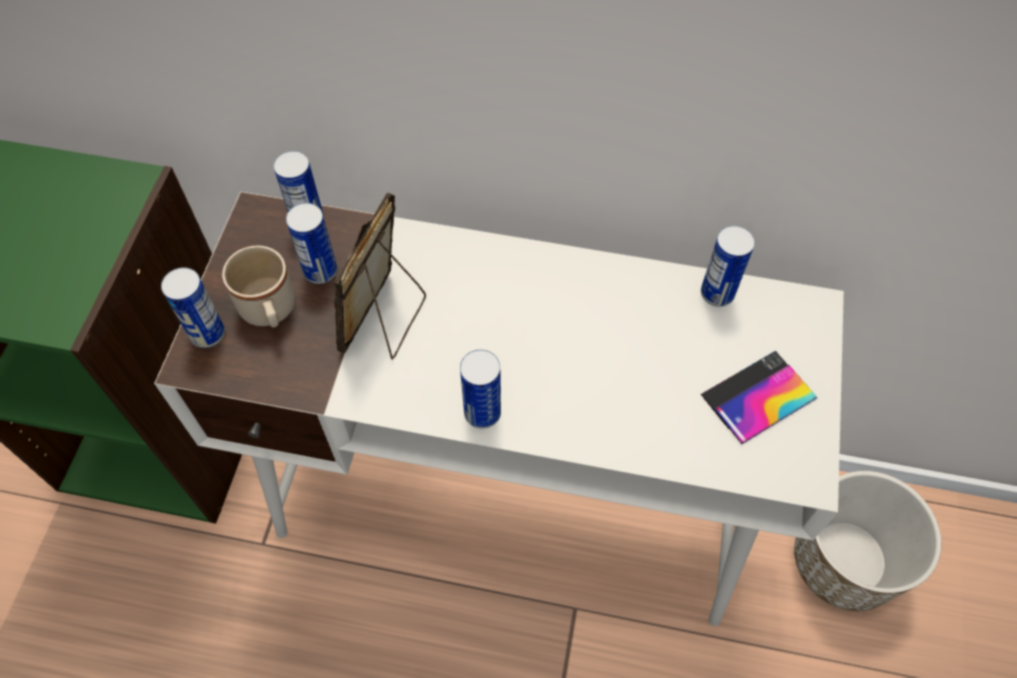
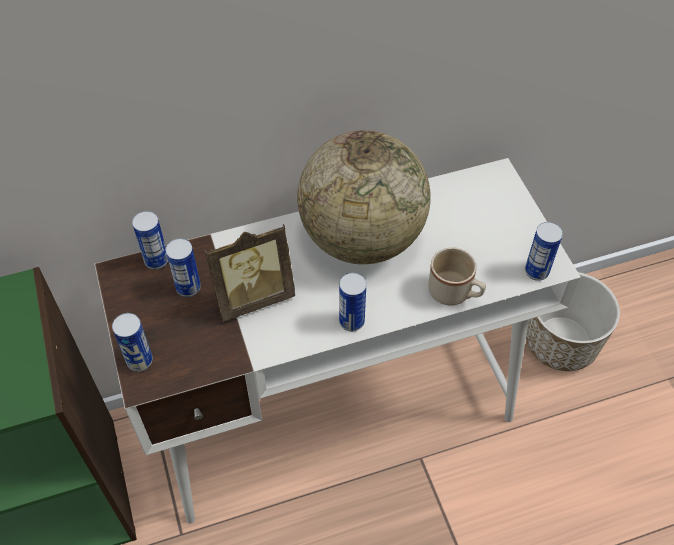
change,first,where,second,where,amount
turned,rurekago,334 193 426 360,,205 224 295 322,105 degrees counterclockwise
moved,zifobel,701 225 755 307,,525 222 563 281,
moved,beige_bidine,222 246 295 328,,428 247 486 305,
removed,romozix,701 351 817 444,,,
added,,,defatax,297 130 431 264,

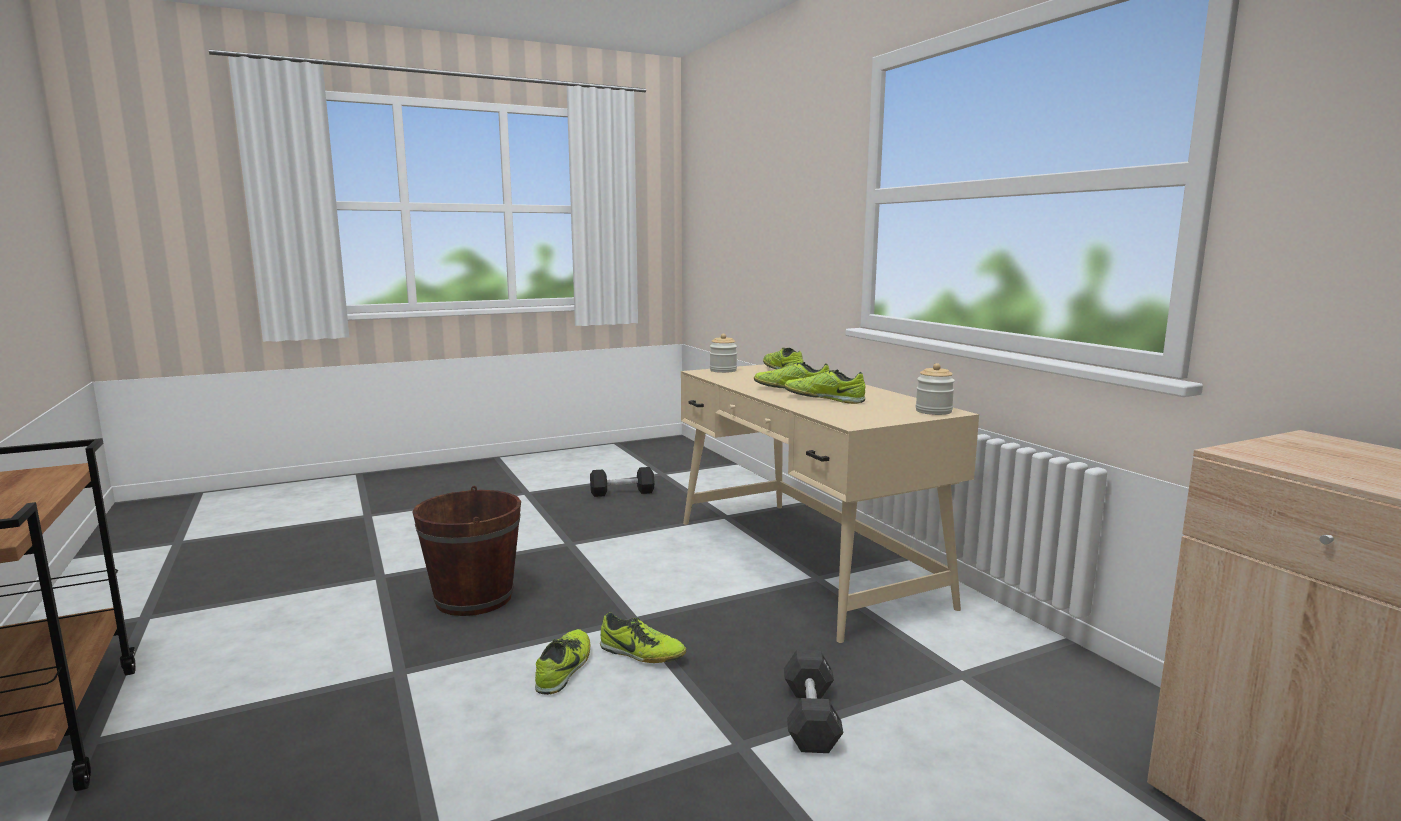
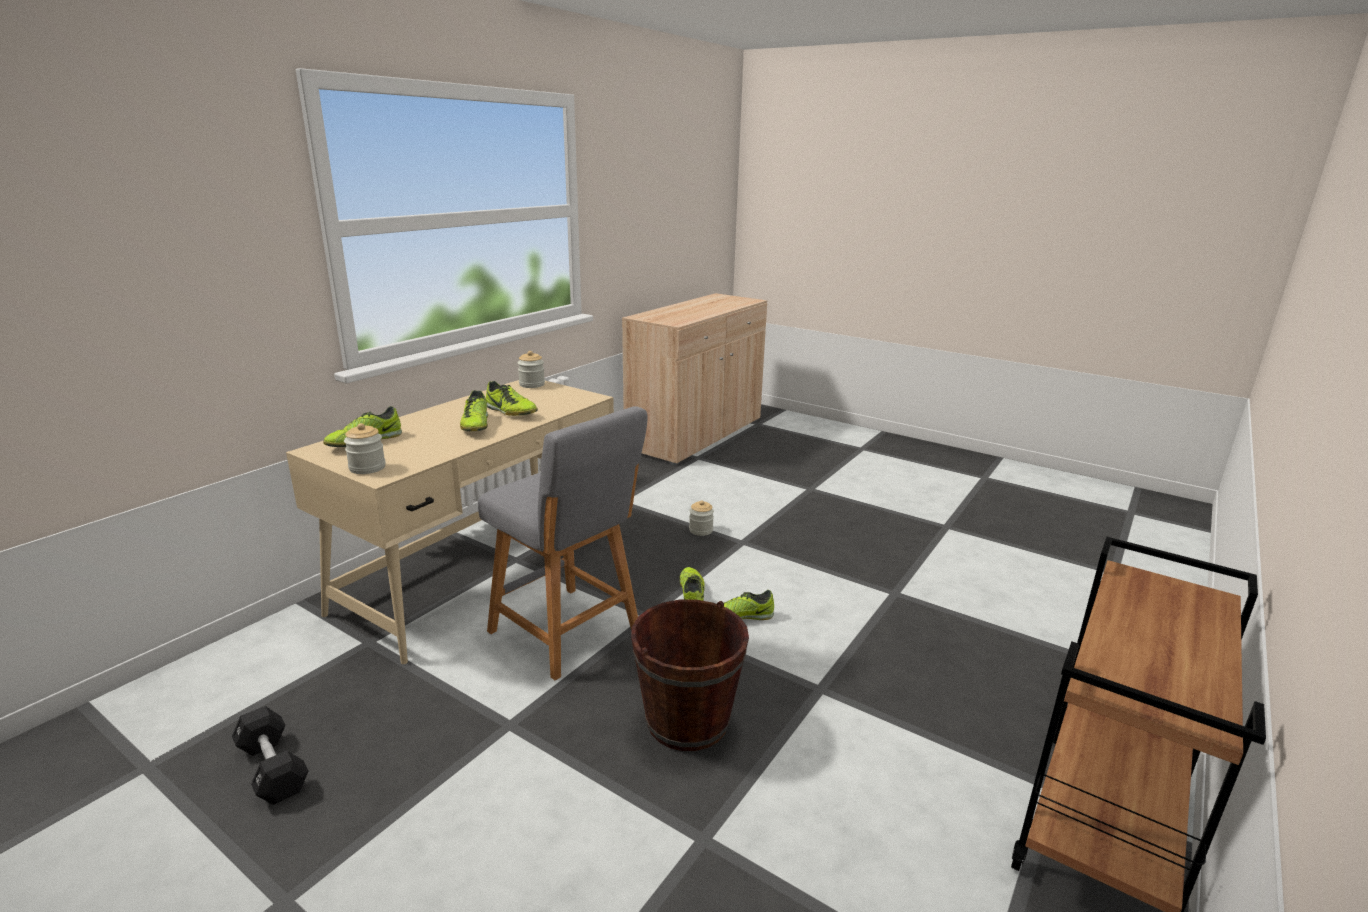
change,first,where,second,where,amount
turned,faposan,784 370 865 404,,486 381 538 416,45 degrees counterclockwise
replaced,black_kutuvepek,784 650 843 753,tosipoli,689 500 714 536,
added,,,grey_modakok,478 406 648 681,

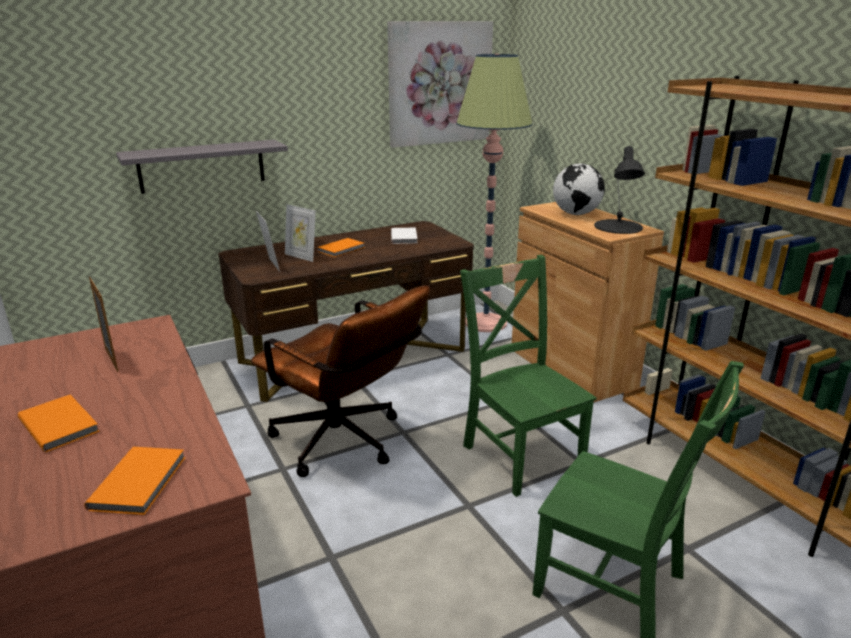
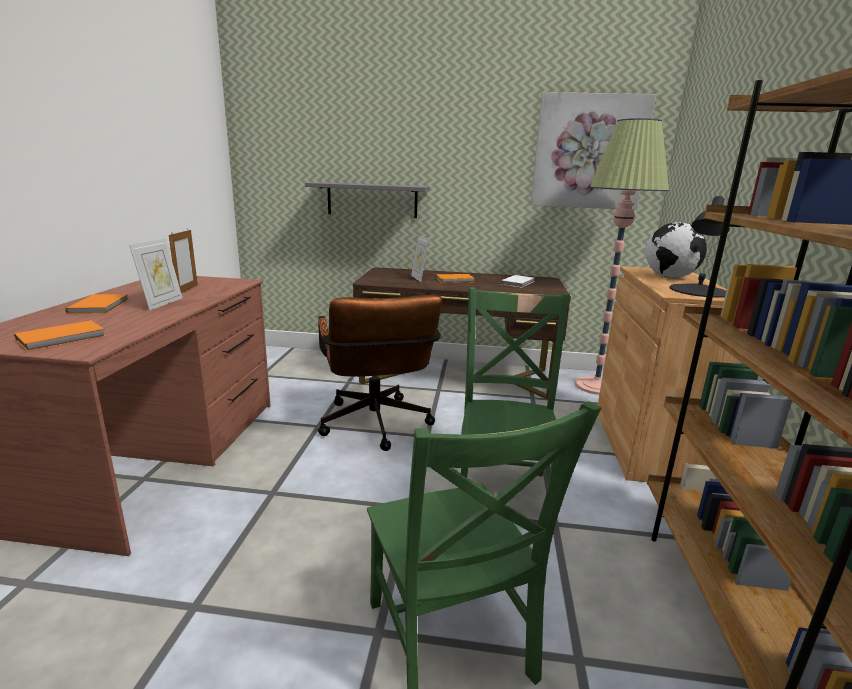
change,first,where,second,where,amount
moved,rurekago,256 211 280 272,,129 238 182 310,

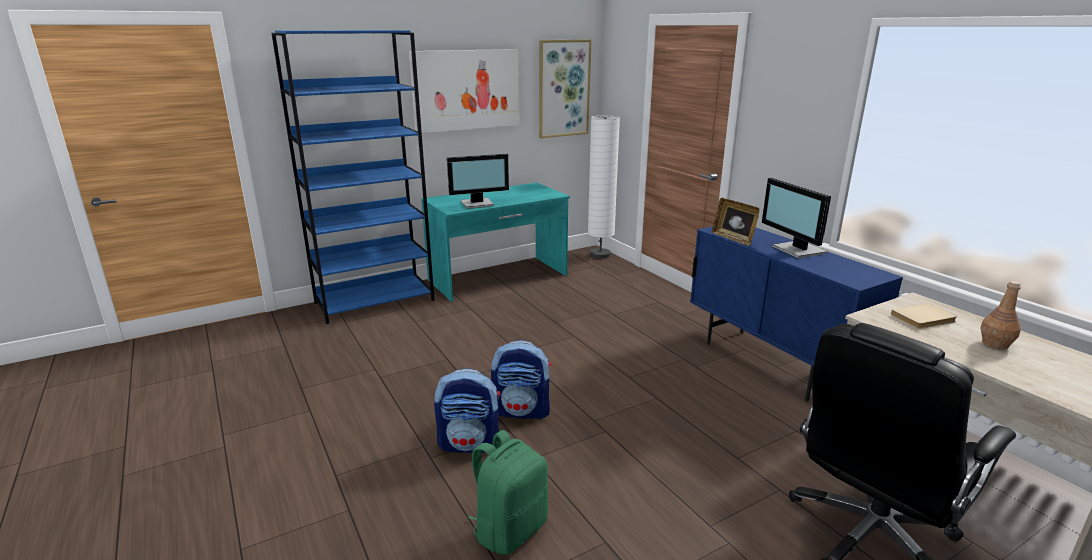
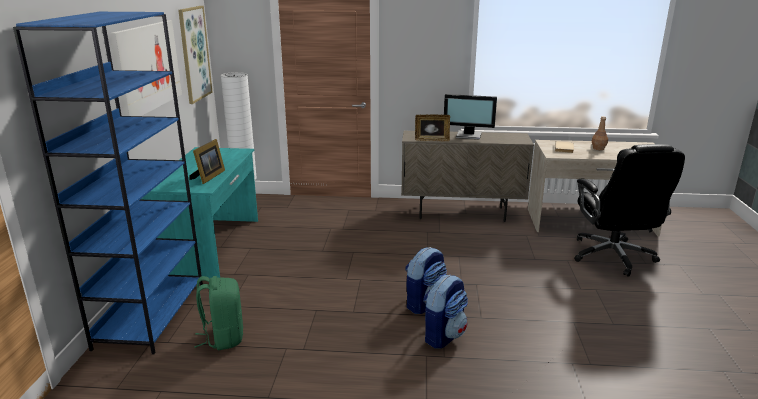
change,first,where,second,where,amount
replaced,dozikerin,447 154 509 209,rurekago,189 139 225 184,
recoloured,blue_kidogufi,690 226 903 402,beige_kidogufi,401 131 534 222,
moved,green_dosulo,468 430 548 555,,194 276 243 350,

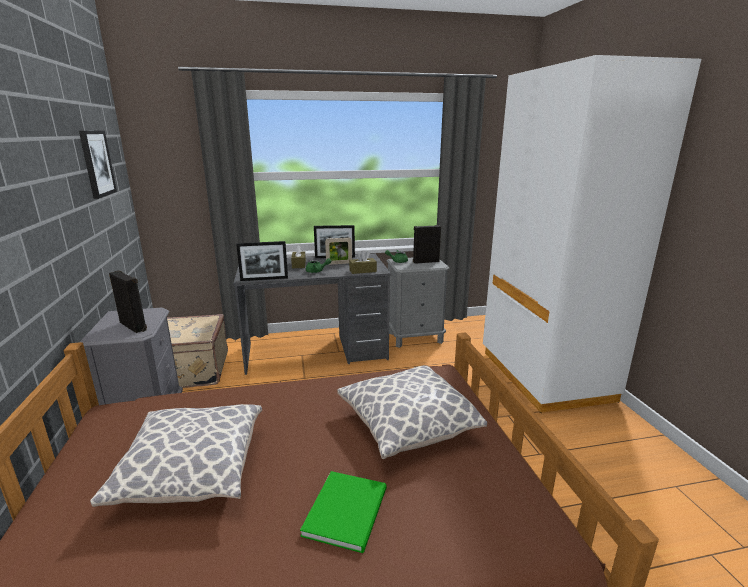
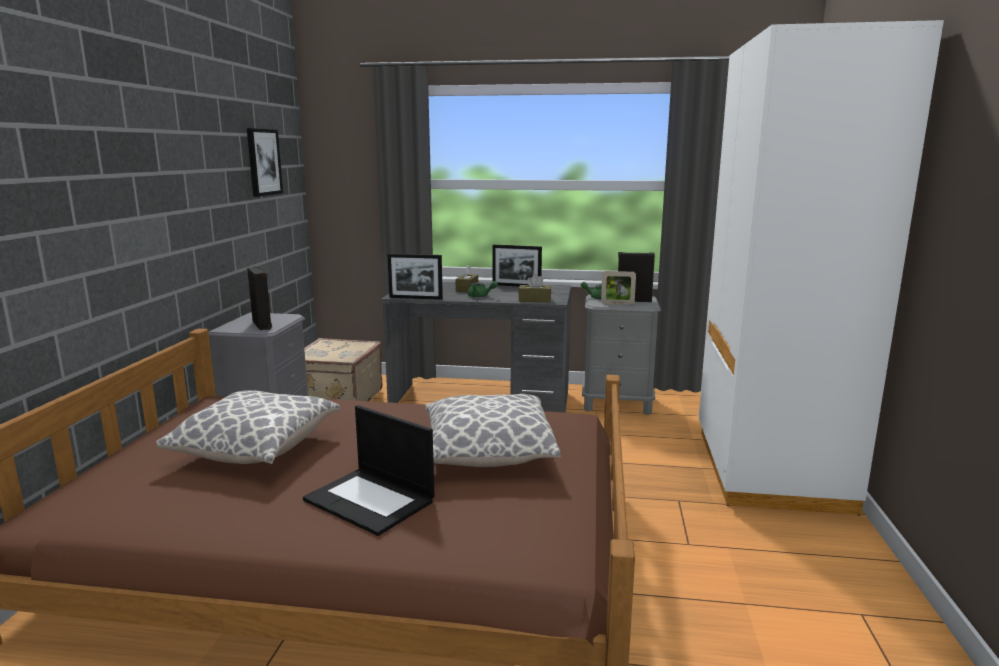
change,first,where,second,where,amount
moved,rurekago,325 237 352 265,,601 271 636 305,
replaced,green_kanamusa,300 471 386 553,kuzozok,303 405 435 536,

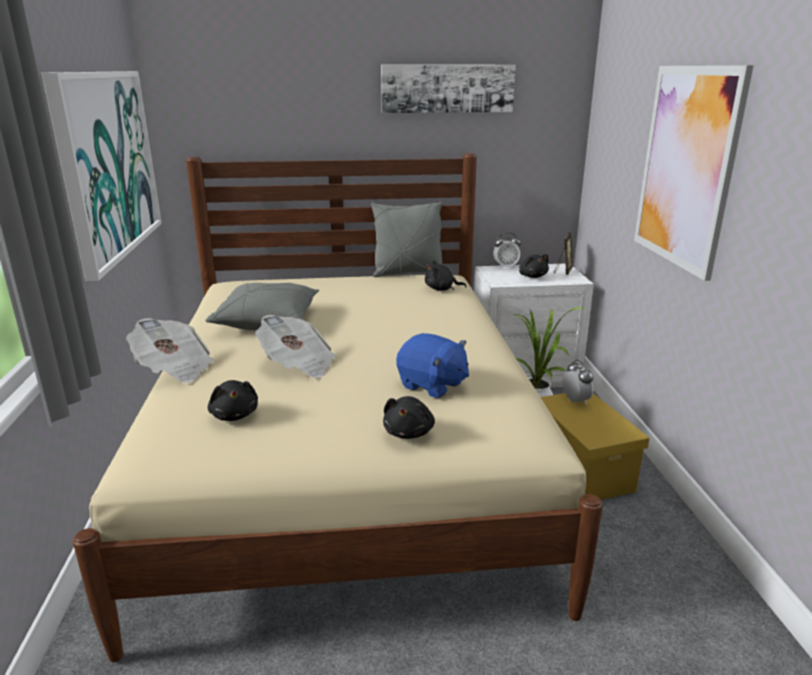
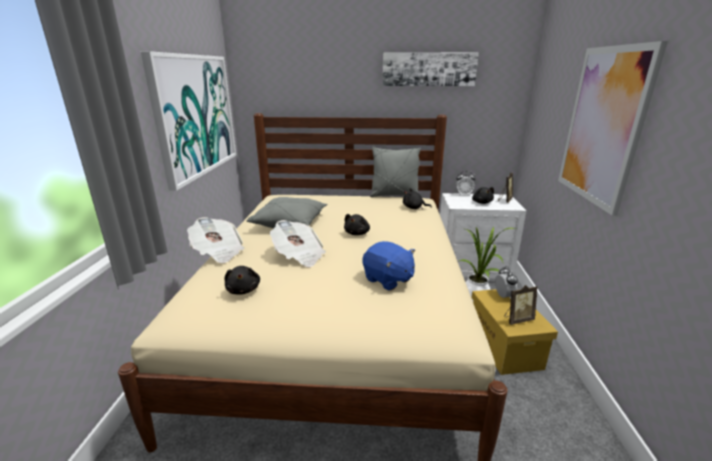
change,first,where,second,where,amount
moved,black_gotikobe,383 396 435 439,,344 214 370 235,
added,,,rurekago,504 285 537 325,

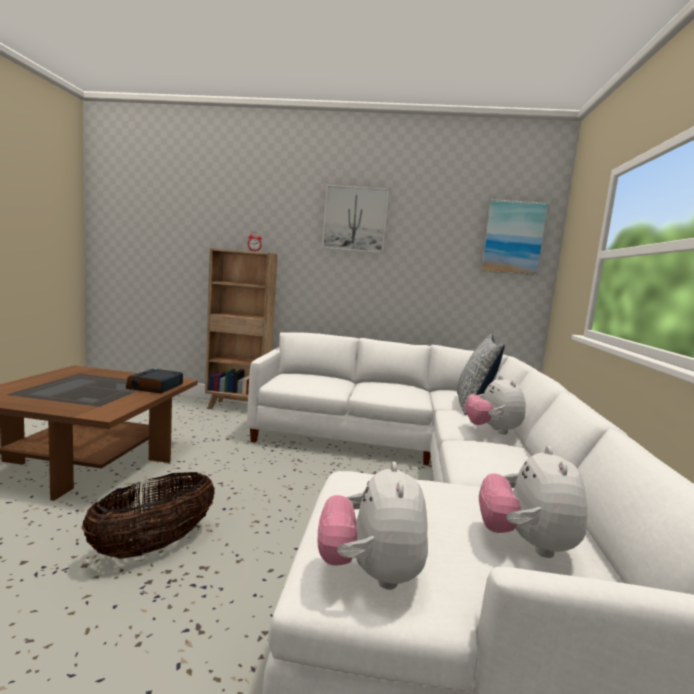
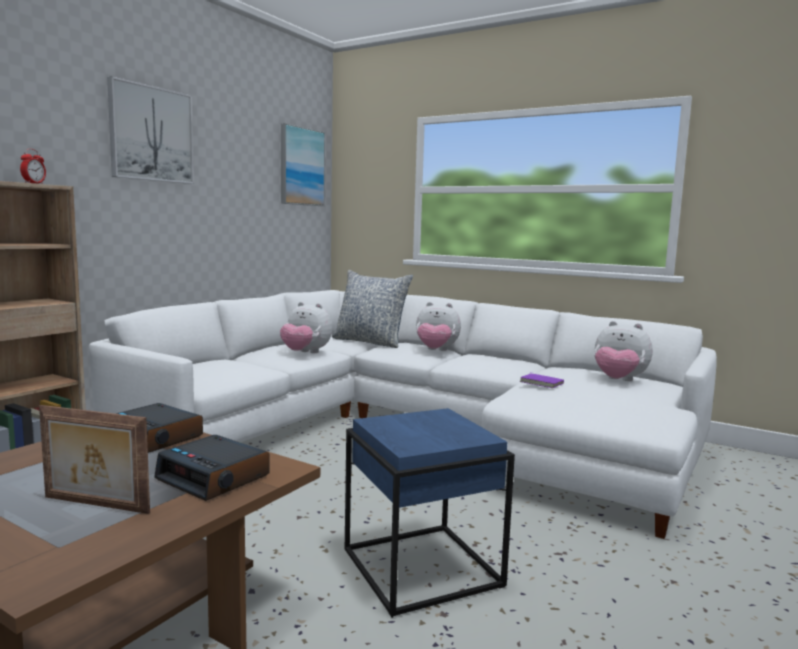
change,first,where,second,where,amount
moved,gotikobe,318 462 428 590,,280 302 332 353,
replaced,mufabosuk,82 472 215 559,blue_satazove,345 408 515 618,
added,,,purple_kanamusa,520 372 564 388,
added,,,rurekago,39 405 150 514,
added,,,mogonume,154 435 269 501,

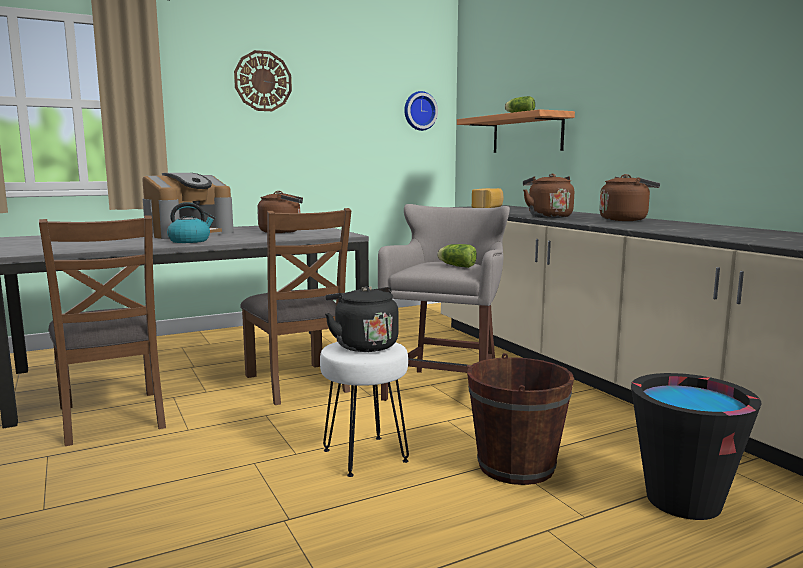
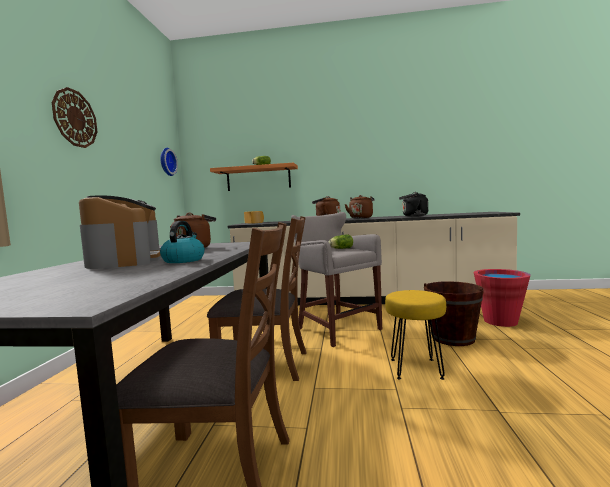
change,first,where,second,where,amount
moved,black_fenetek,325 286 398 352,,399 192 428 216,
recoloured,white_modakok,320 342 409 477,yellow_modakok,385 290 446 380,
recoloured,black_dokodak,631 373 762 520,red_dokodak,474 269 531 327,

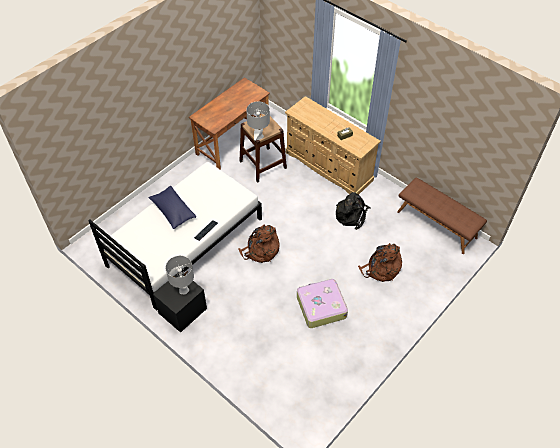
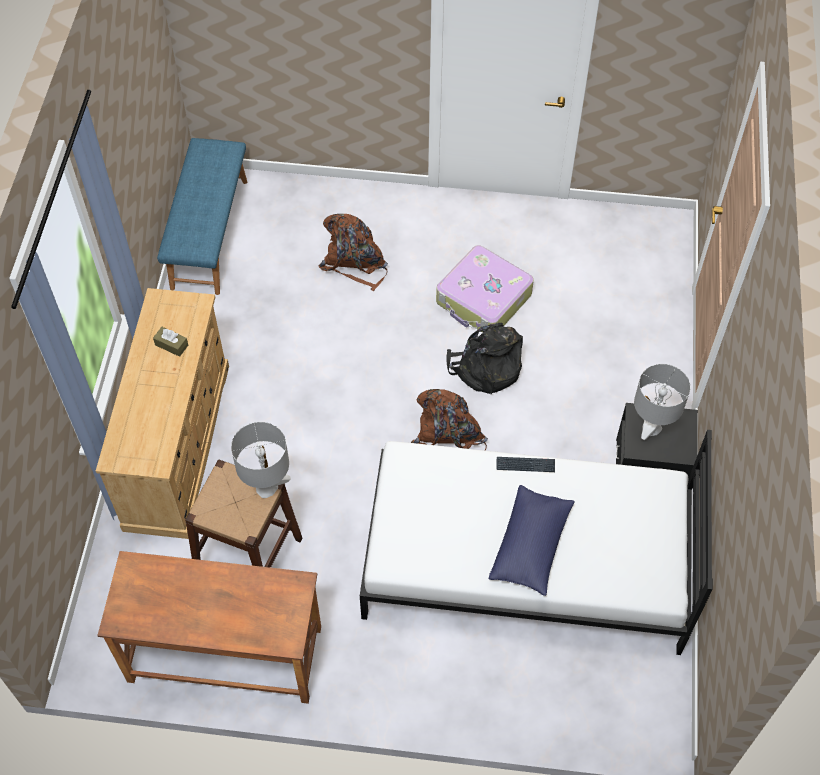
change,first,where,second,where,amount
recoloured,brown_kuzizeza,397 177 487 254,blue_kuzizeza,157 138 247 295,
moved,black_dosulo,336 192 371 230,,447 323 523 394,

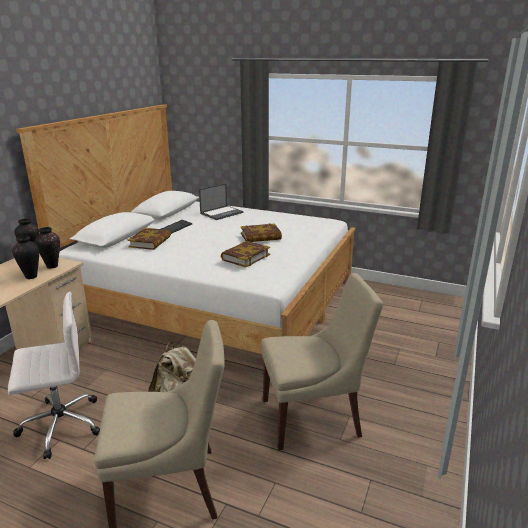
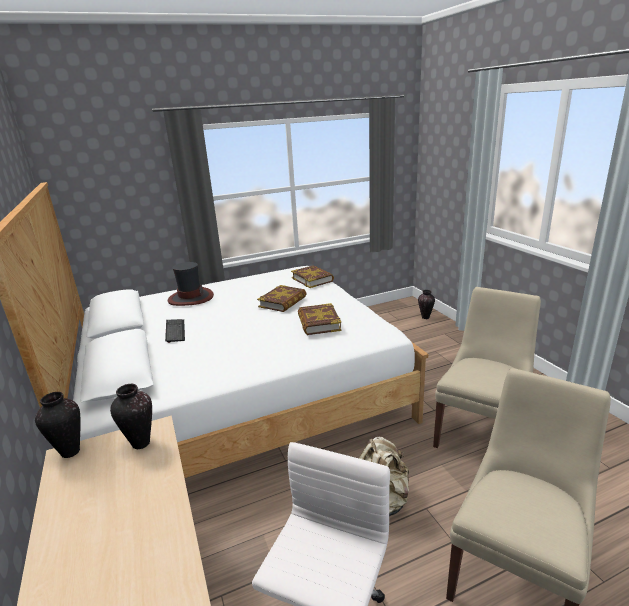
change,first,where,second,where,amount
replaced,kuzozok,199 183 243 220,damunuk,168 262 214 306,
moved,kanamusa,128 228 171 250,,291 265 334 288,
moved,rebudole,12 236 39 279,,418 290 435 319,

